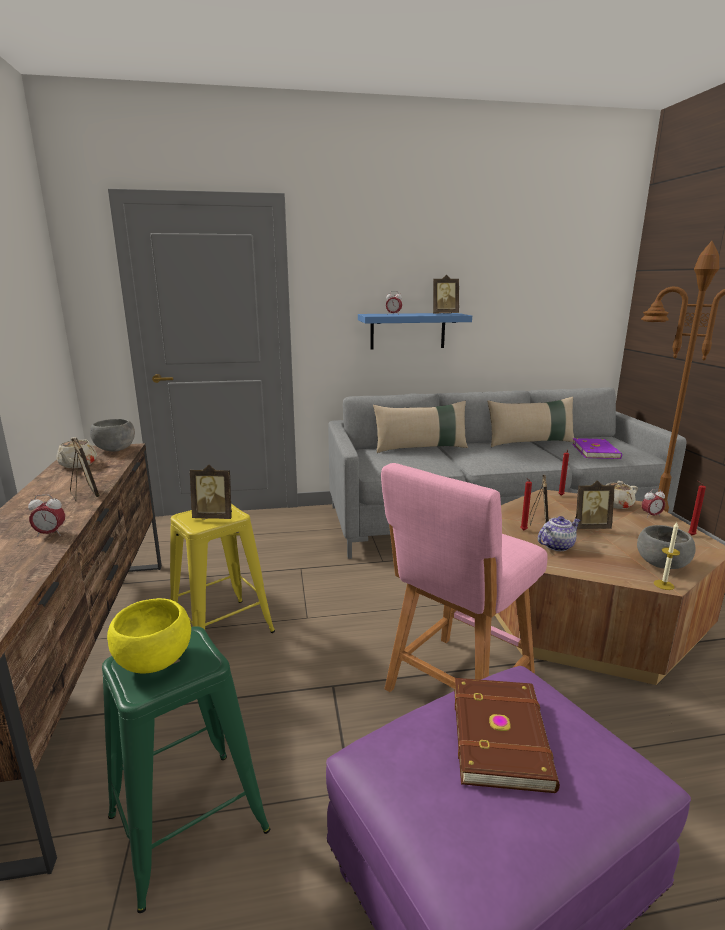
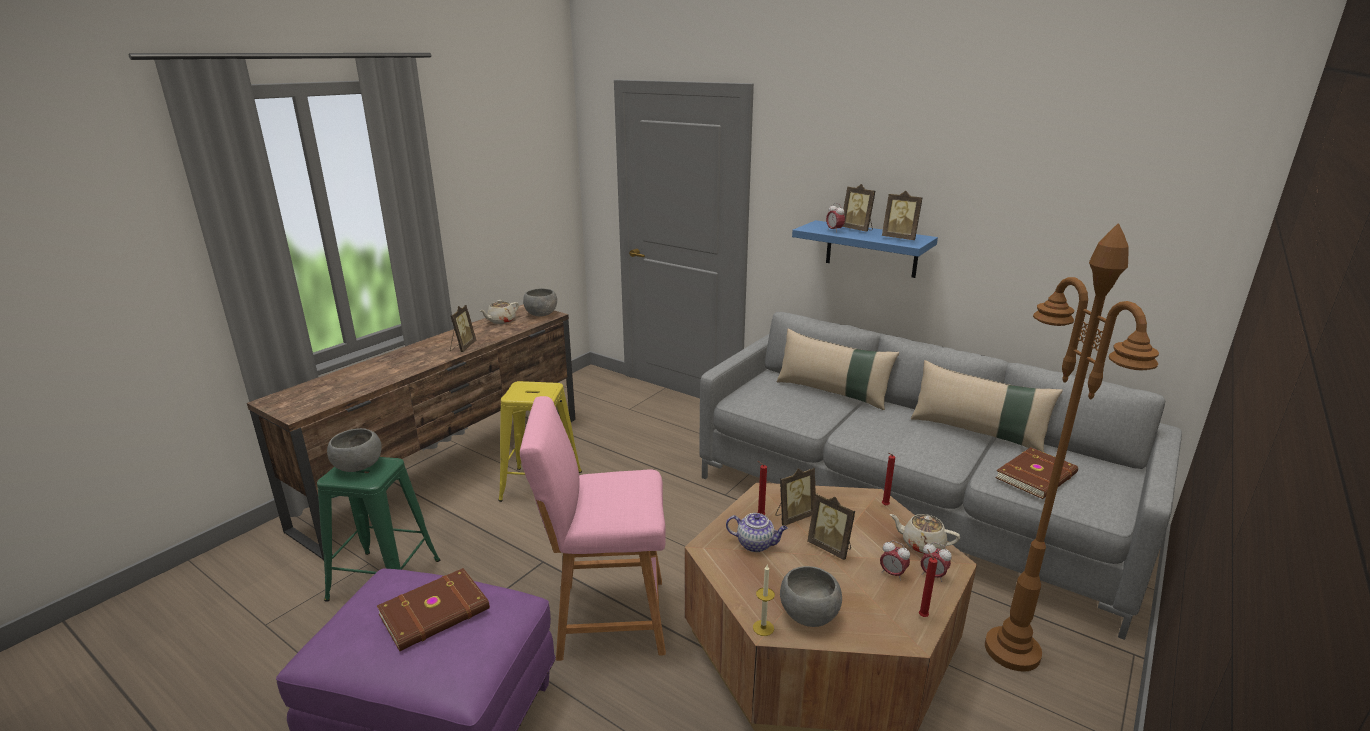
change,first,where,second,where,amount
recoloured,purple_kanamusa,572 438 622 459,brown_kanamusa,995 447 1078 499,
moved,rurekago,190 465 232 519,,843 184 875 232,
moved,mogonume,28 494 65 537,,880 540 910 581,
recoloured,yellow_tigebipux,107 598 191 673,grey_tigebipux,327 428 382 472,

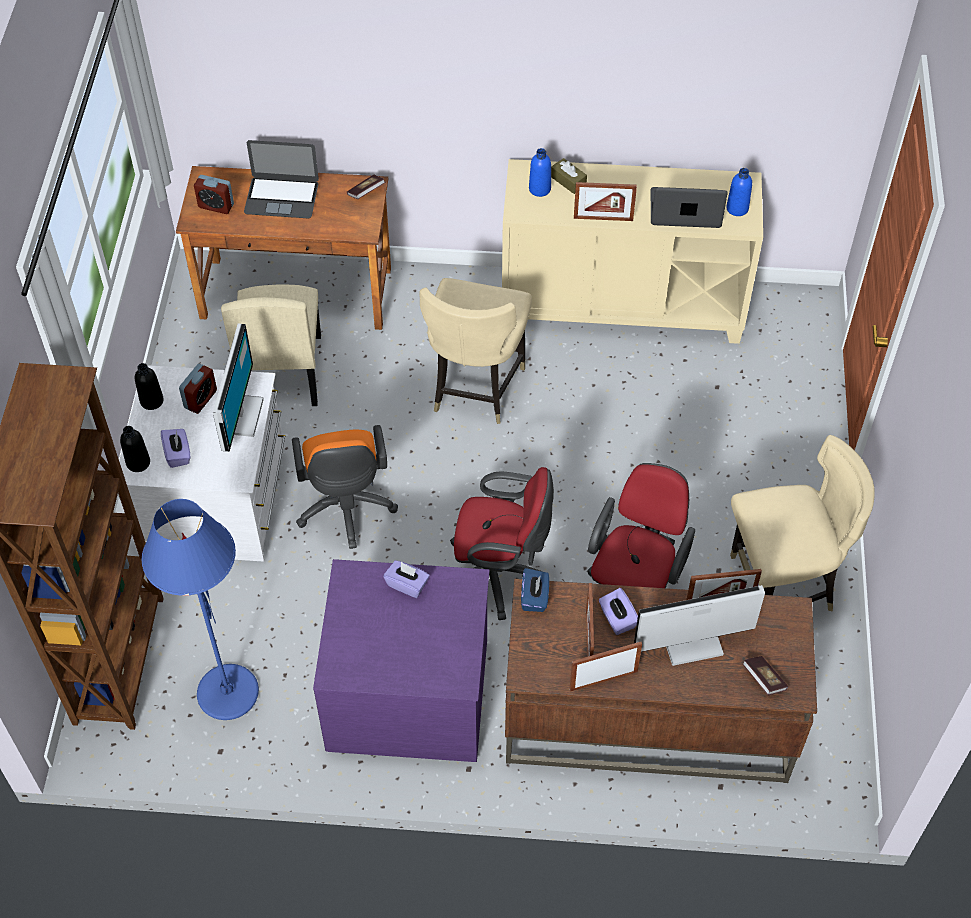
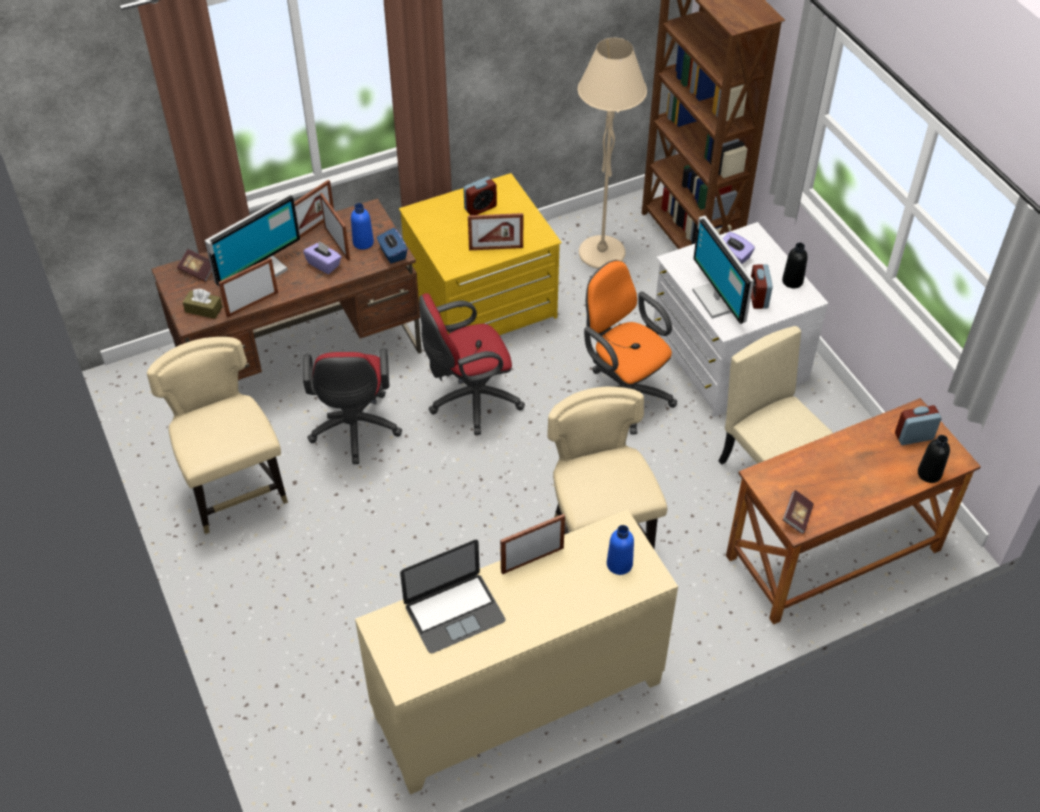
change,first,where,second,where,amount
removed,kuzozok,244 140 319 218,,,
moved,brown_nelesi,551 158 587 194,,183 288 222 319,
moved,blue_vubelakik,726 168 752 216,,351 203 374 250,
moved,black_vubelakik,120 426 150 472,,918 435 950 483,
turned,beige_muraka,730 435 875 611,,147 337 288 534,105 degrees clockwise
recoloured,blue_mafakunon,142 499 259 720,beige_mafakunon,578 38 647 269,
recoloured,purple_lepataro,313 559 490 762,yellow_lepataro,399 173 561 335,
replaced,purple_nelesi,384 560 430 598,rurekago,468 213 523 250,
added,,,mogonume,463 177 497 215,

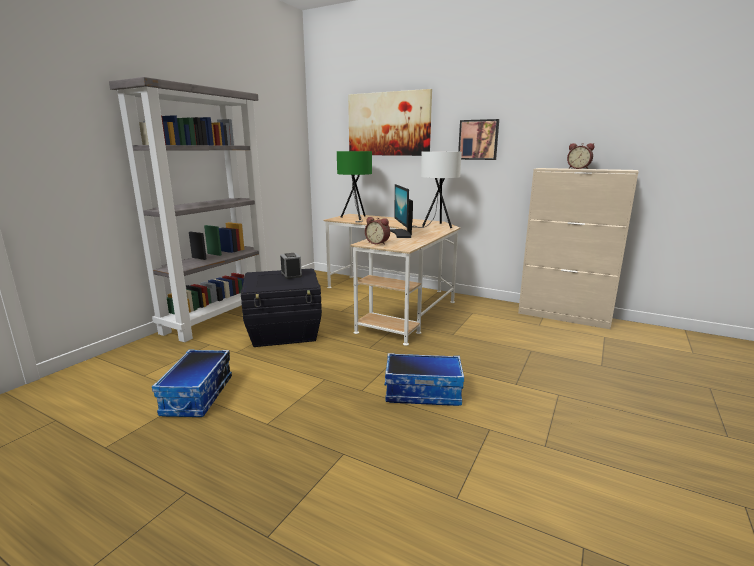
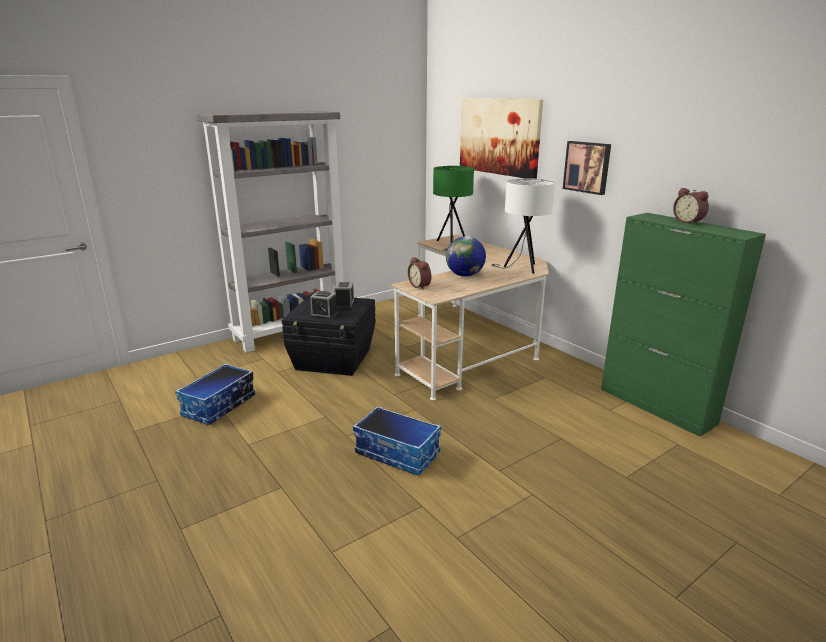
change,first,where,second,where,amount
recoloured,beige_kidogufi,518 168 639 329,green_kidogufi,601 213 766 437,
replaced,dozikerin,390 184 413 238,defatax,446 236 486 277,
added,,,mogonume,310 291 338 319,

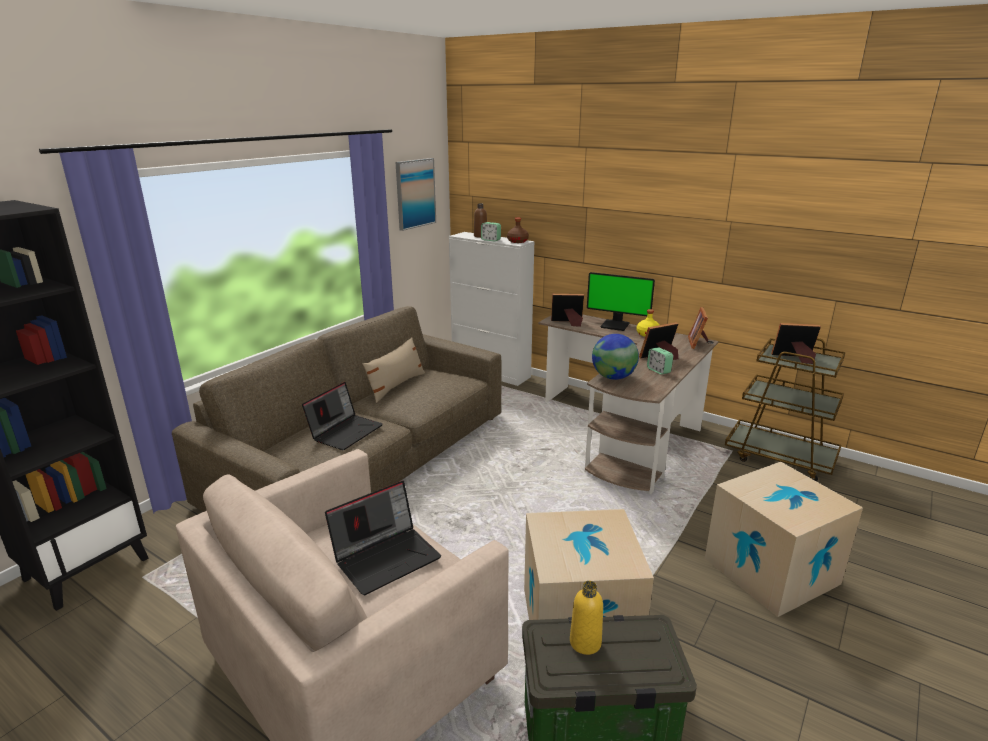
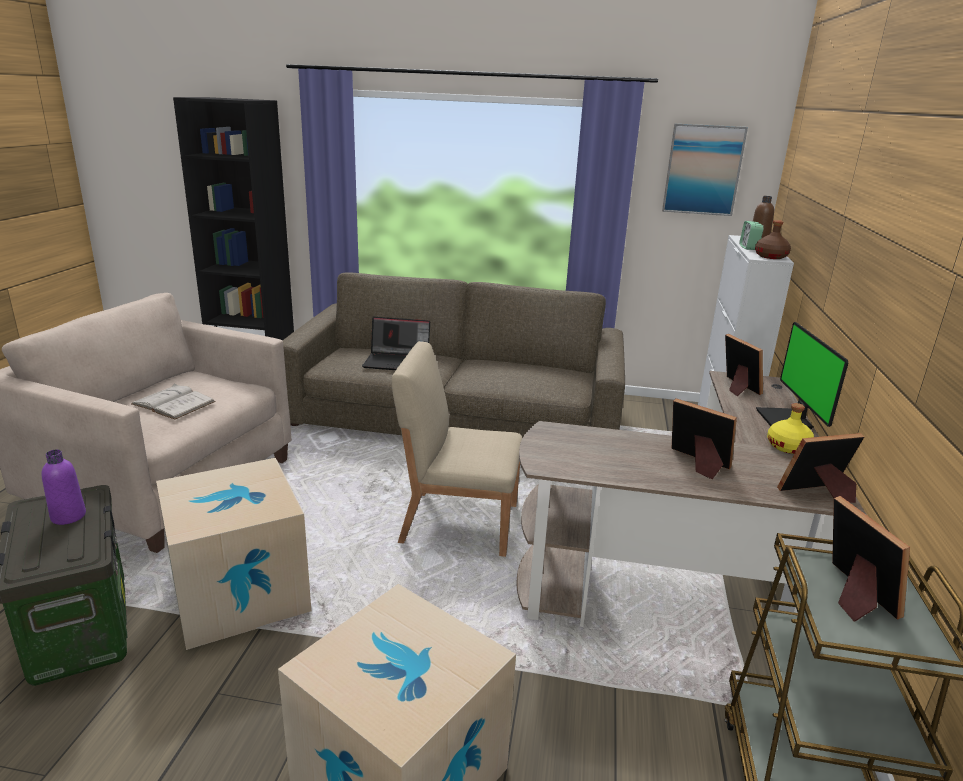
change,first,where,second,where,amount
removed,defatax,592 334 639 380,,,
removed,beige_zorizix,363 337 425 403,,,
removed,mogonume,647 347 673 375,,,
replaced,kuzozok,325 481 441 595,white_kanamusa,131 384 216 419,
recoloured,yellow_vubelakik,570 581 603 655,purple_vubelakik,42 450 86 525,
added,,,beige_muraka,391 341 522 557,

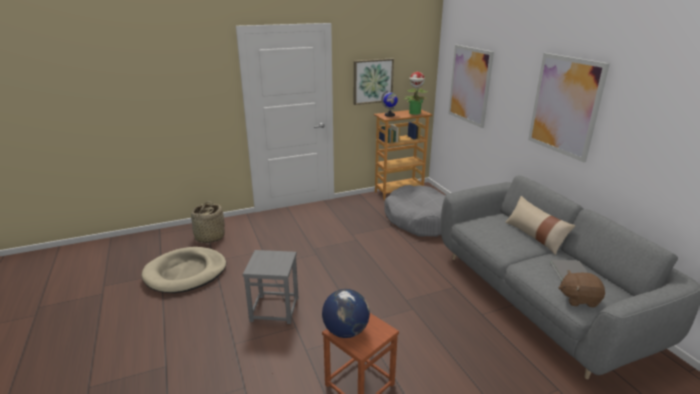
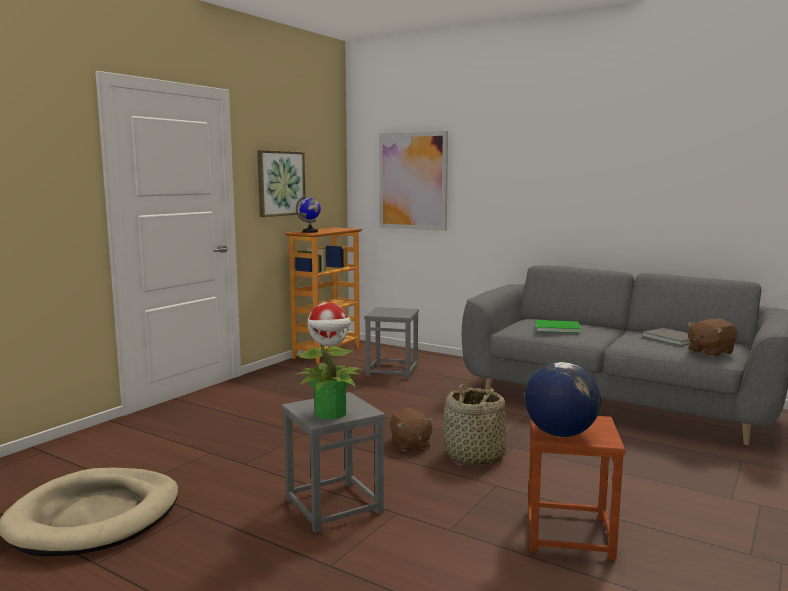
change,first,where,second,where,amount
removed,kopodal,528 53 610 162,,,
moved,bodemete,403 72 428 115,,295 302 363 419,
replaced,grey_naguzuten,384 185 445 237,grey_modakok,364 307 419 379,
removed,beige_zorizix,505 196 575 255,,,
moved,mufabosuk,191 201 225 243,,443 385 506 465,
added,,,green_kanamusa,536 320 581 333,
added,,,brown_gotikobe,390 408 435 452,

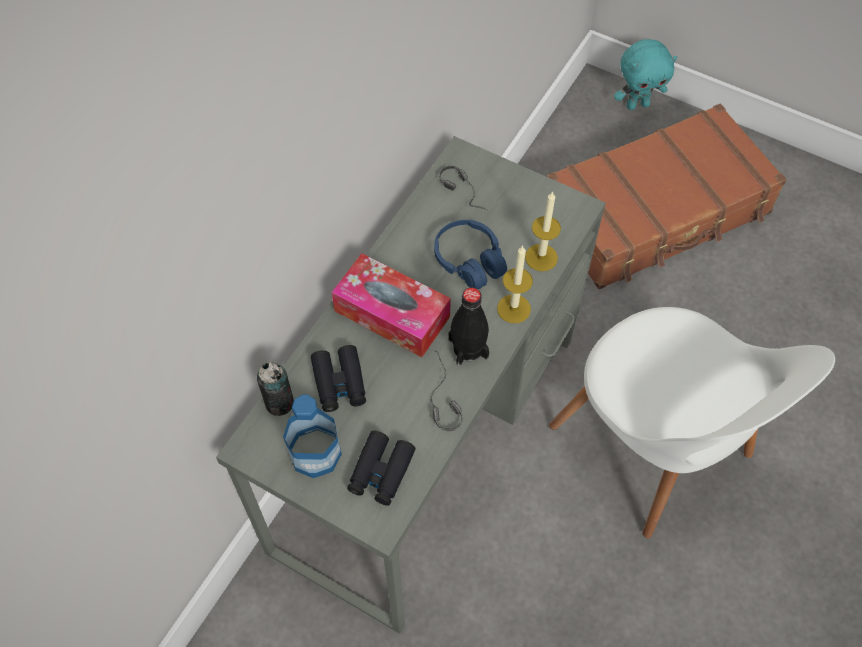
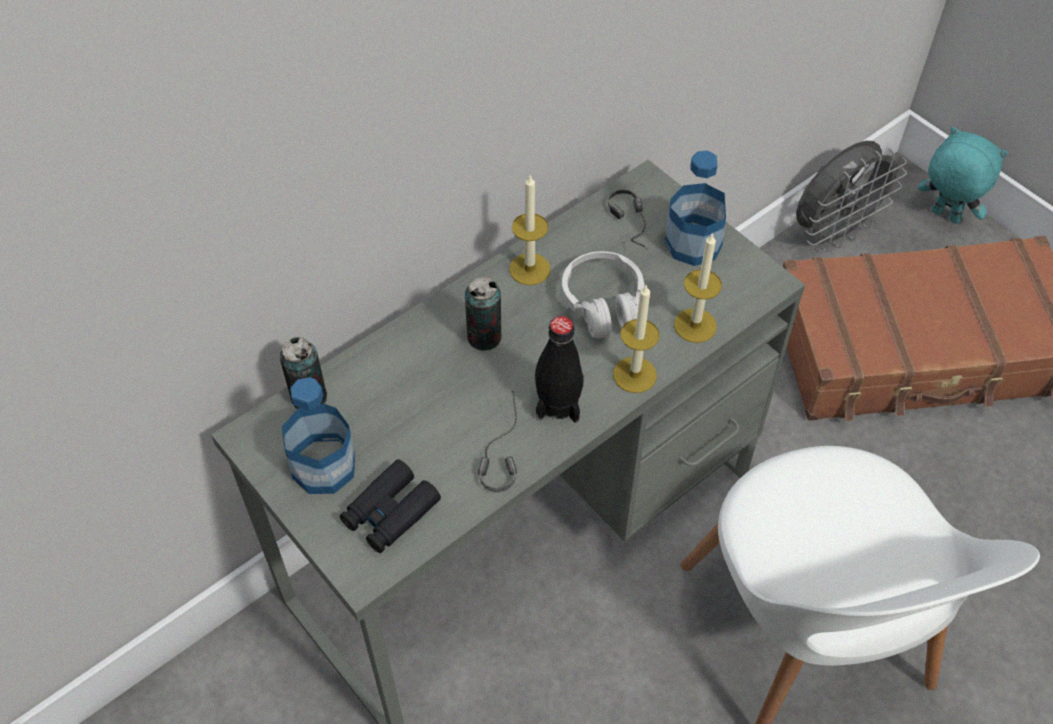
change,first,where,second,where,amount
turned,turquoise_gotikobe,614 39 677 110,,918 127 1008 224,150 degrees counterclockwise
recoloured,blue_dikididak,434 220 507 289,white_dikididak,562 251 644 339,
replaced,nelesi,331 253 451 357,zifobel,464 277 502 351,
removed,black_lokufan,311 345 366 412,,,
added,,,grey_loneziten,796 141 907 251,
added,,,vubelakik,665 150 726 266,
added,,,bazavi,509 174 551 285,

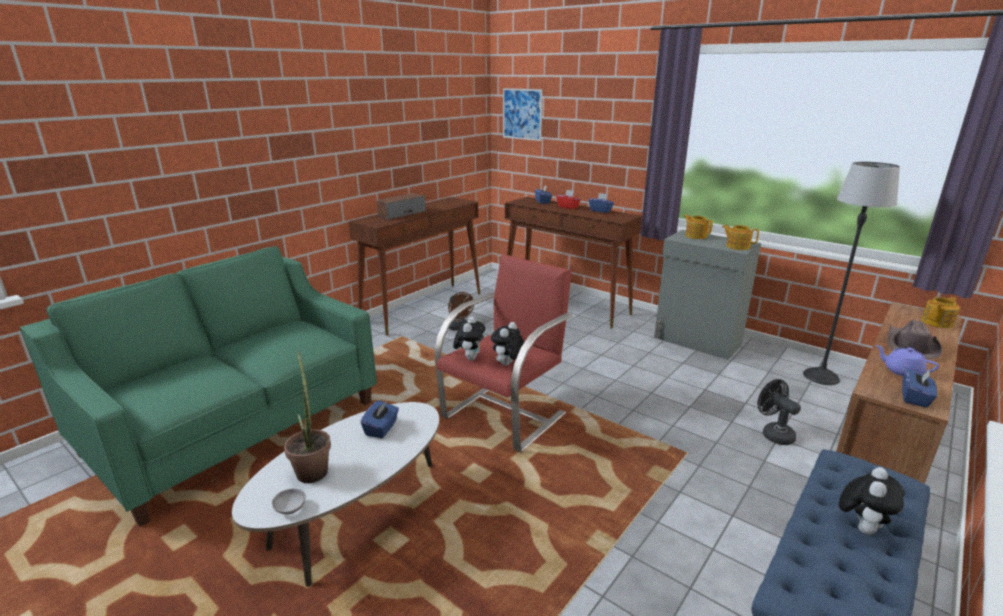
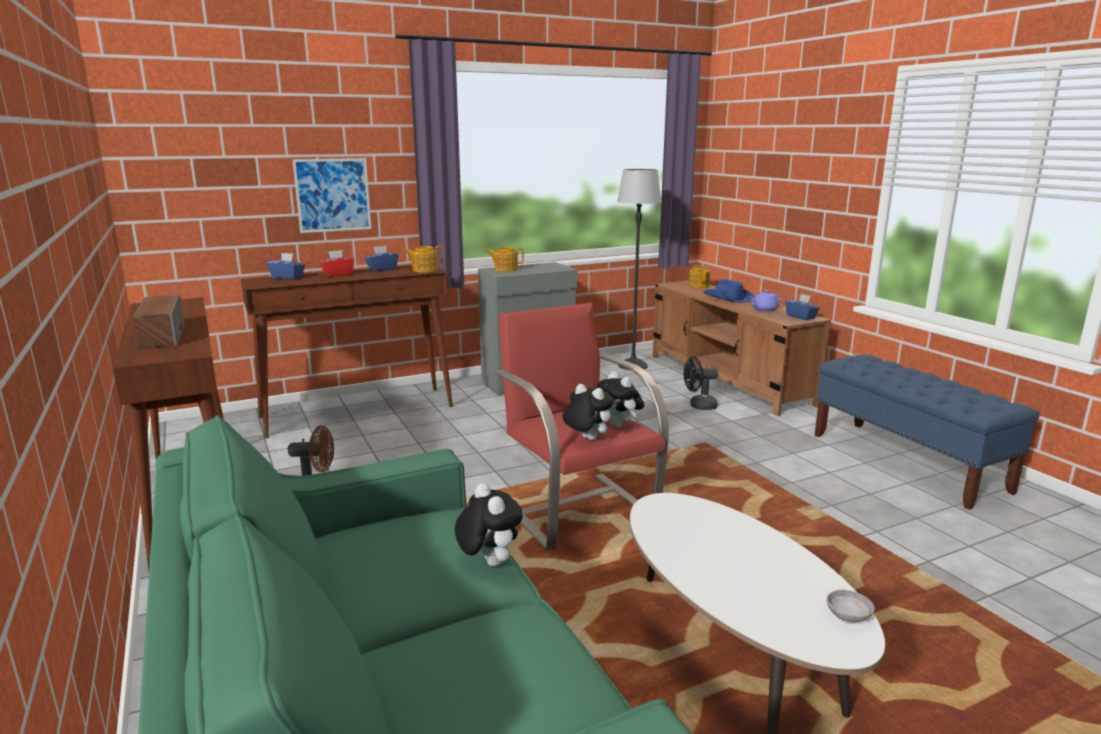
change,first,where,second,where,amount
moved,kopodal,503 88 543 141,,292 158 371 233,
moved,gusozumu,722 225 759 250,,404 246 444 273,
recoloured,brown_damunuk,888 319 942 359,blue_damunuk,703 279 754 303,
removed,bodemete,284 351 331 483,,,
removed,blue_nelesi,361 400 399 438,,,
moved,gotikobe,839 467 904 535,,455 483 523 566,

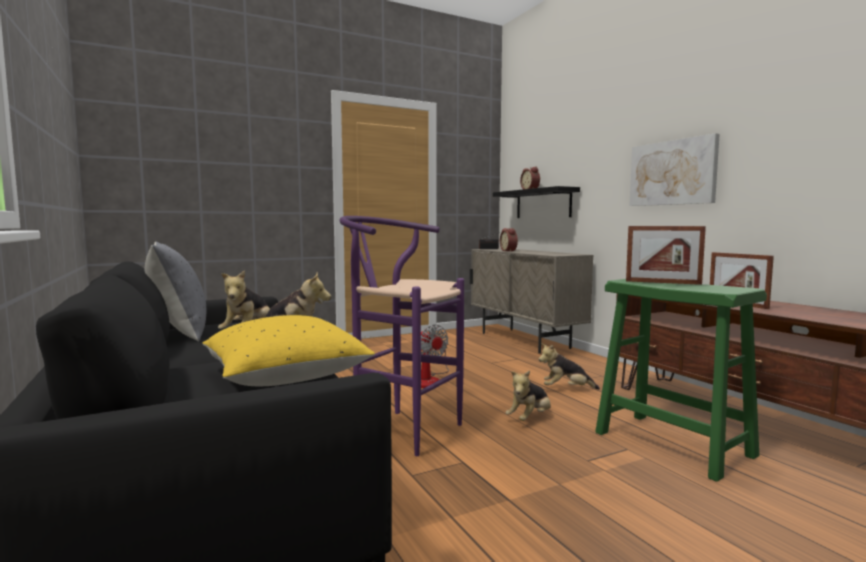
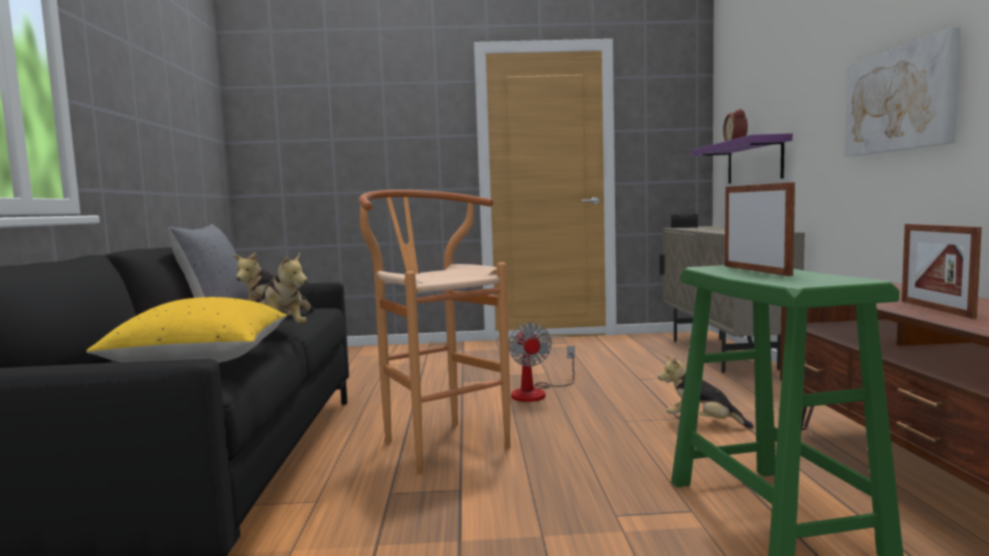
change,first,where,second,where,amount
recoloured,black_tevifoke,493 186 580 218,purple_tevifoke,691 133 793 184,
recoloured,purple_modakok,340 216 464 456,brown_modakok,359 190 510 475,
turned,rurekago,626 226 706 285,,725 182 795 276,150 degrees counterclockwise
removed,mogonume,500 228 518 252,,,
removed,gotikobe,506 370 551 421,,,

